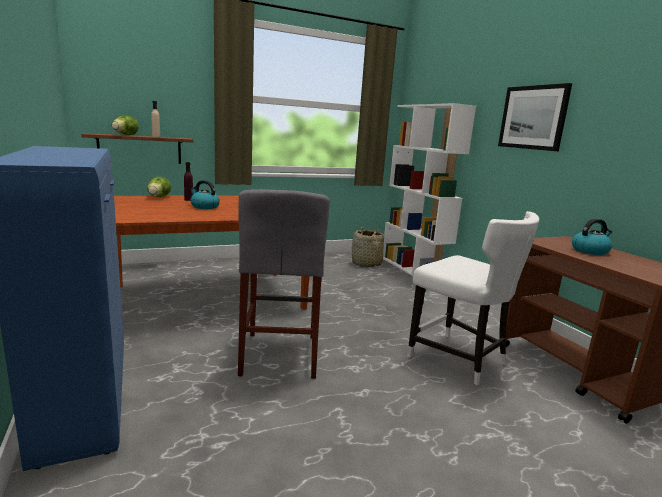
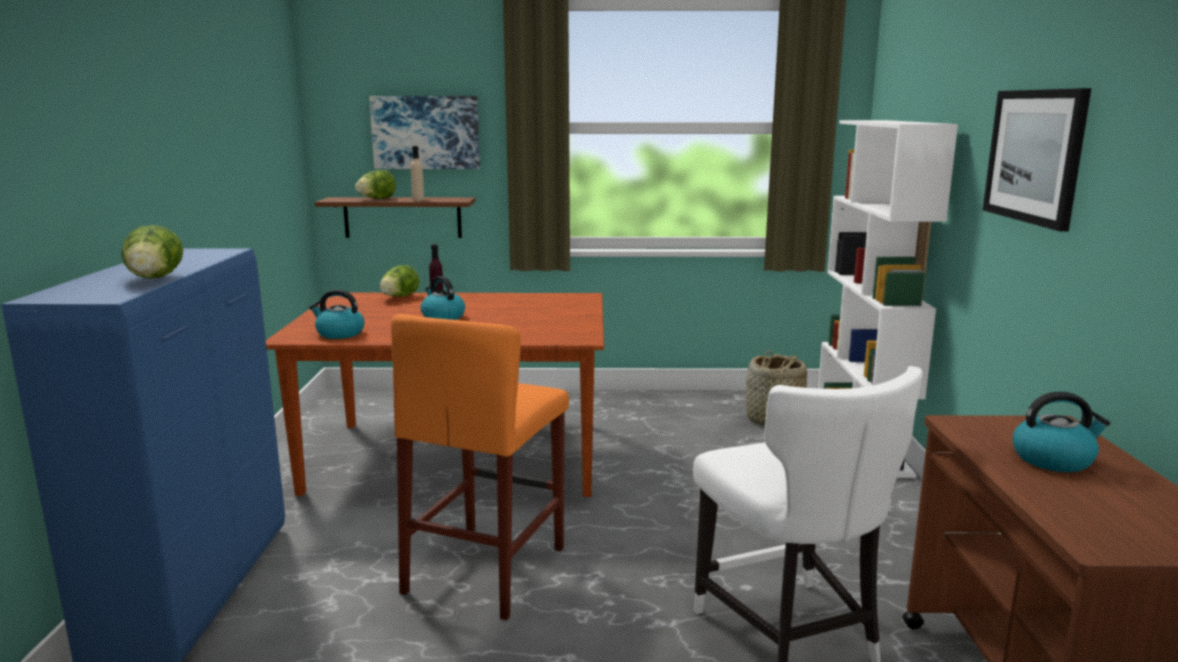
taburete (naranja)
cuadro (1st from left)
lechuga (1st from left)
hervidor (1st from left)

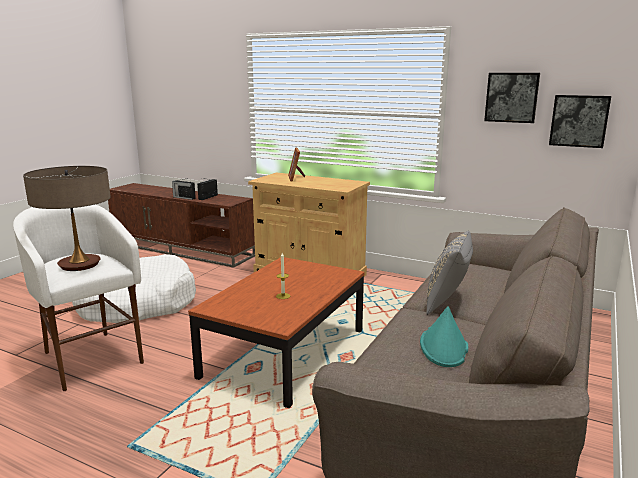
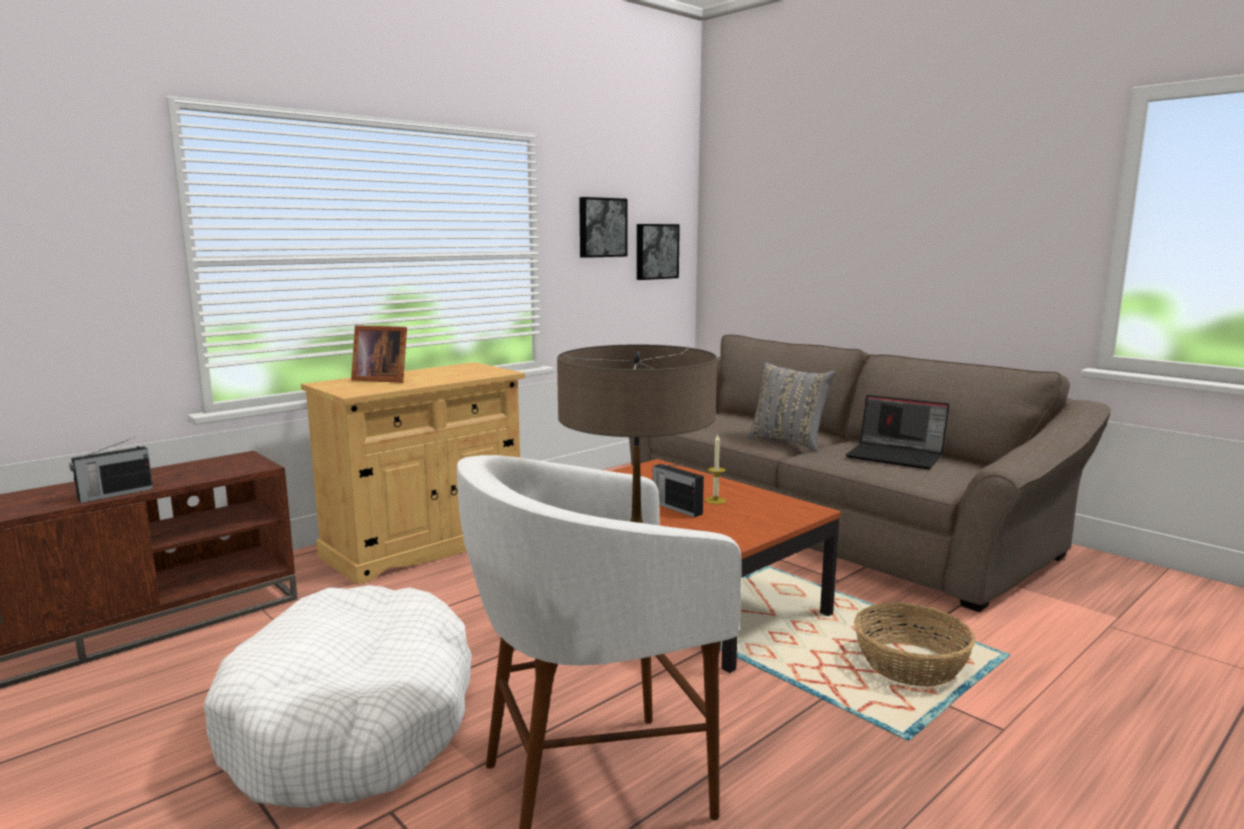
radio (2nd from left)
portátil
cesta

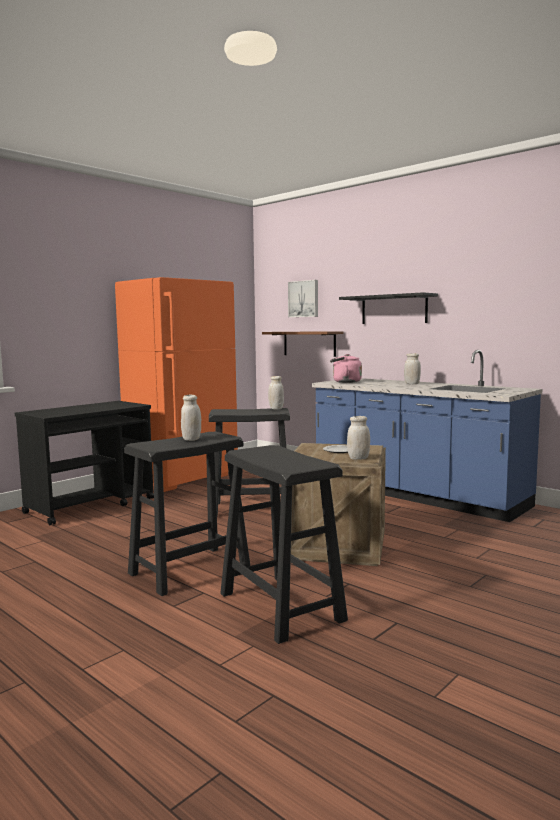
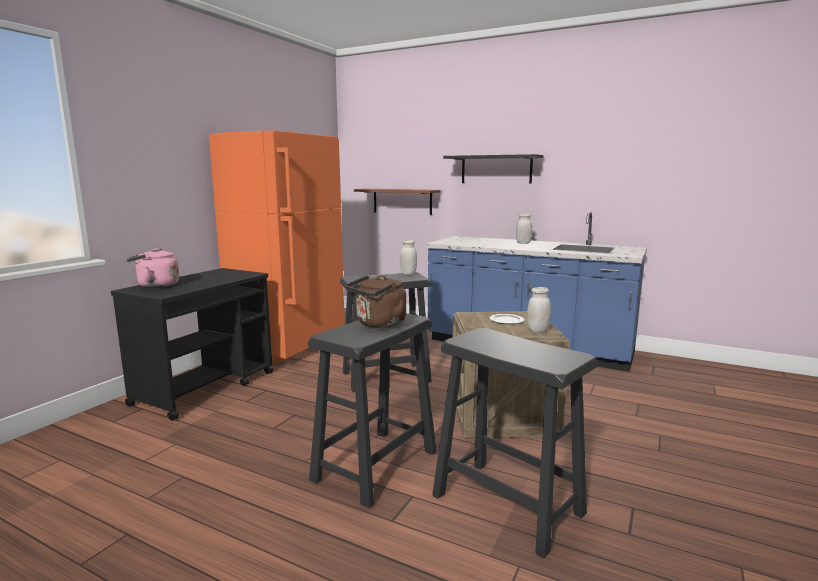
cuadro
hervidor (rosa)
hervidor (marrón)

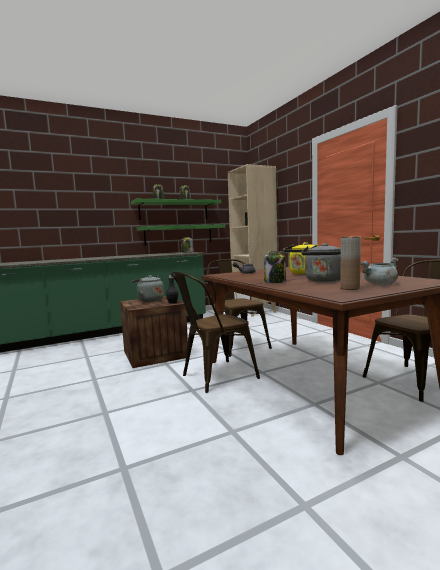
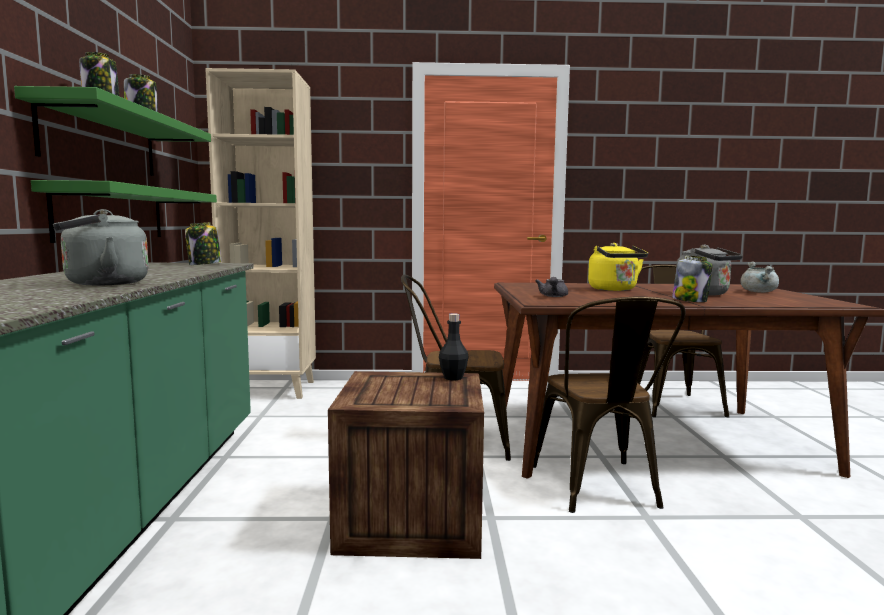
florero (marrón)
hervidor (gris) (1st from left)

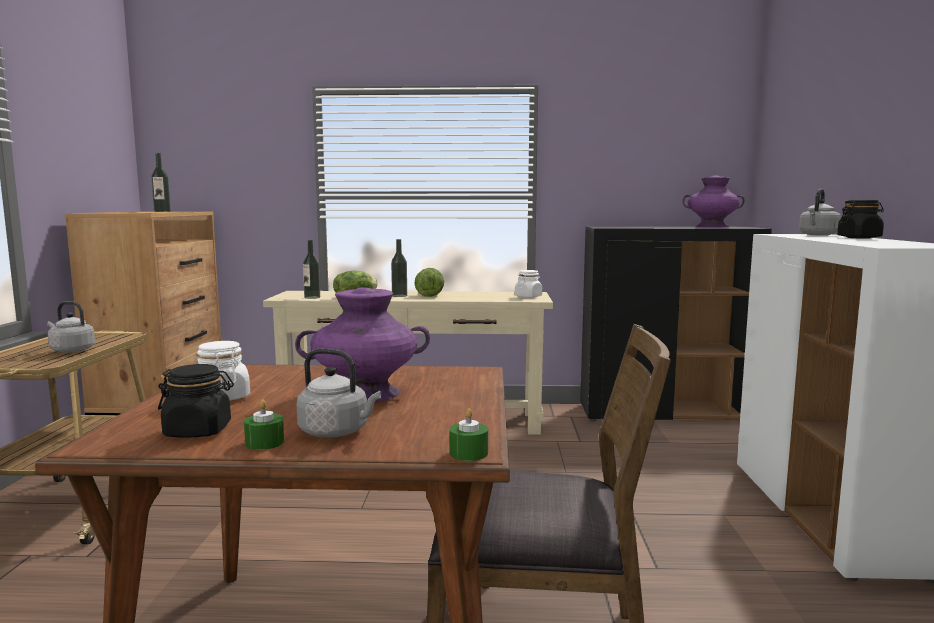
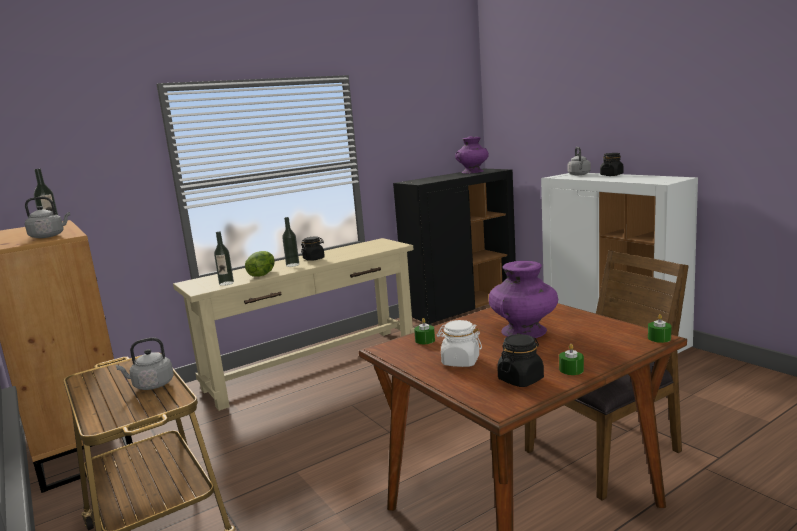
tarro (negro) (1st from left)
tarro (blanco) (2nd from left in the first image)
hervidor (gris) (1st from left)
vela (verde) (1st from left)

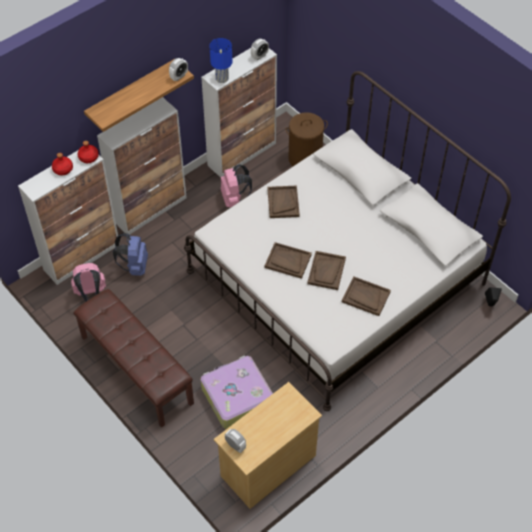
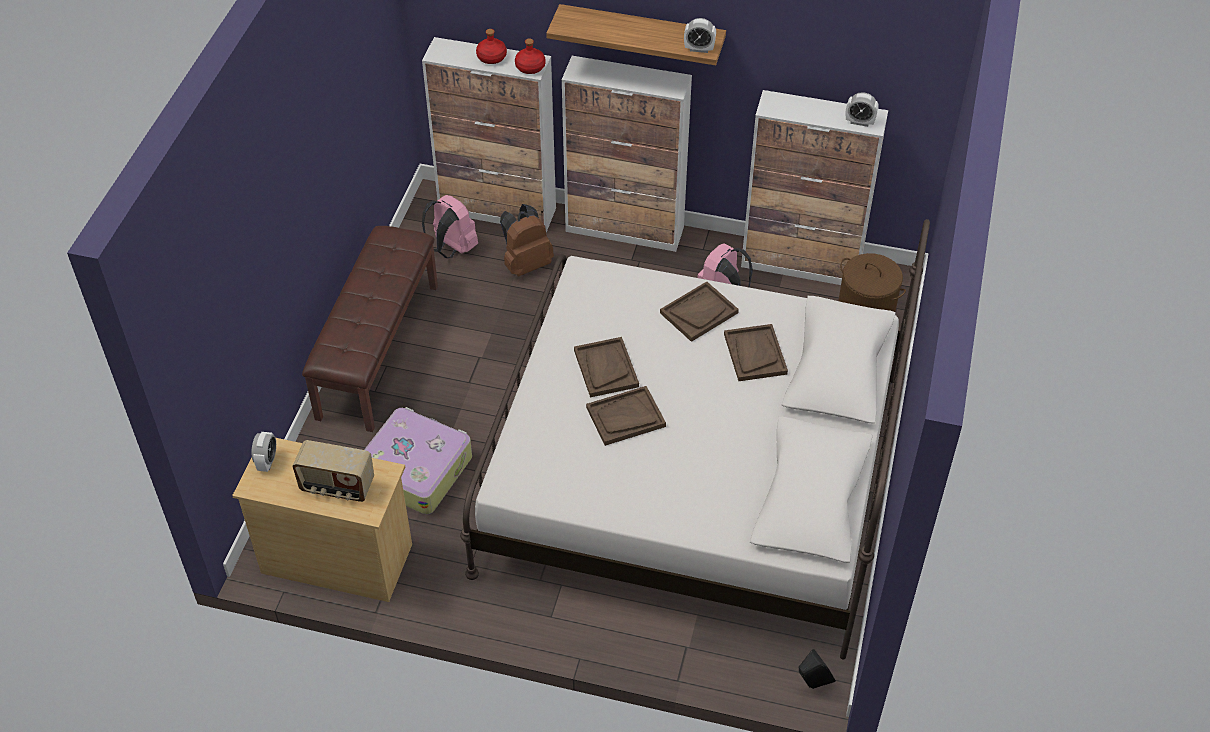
lámpara de mesa (azul)
mochila (marrón)
bandeja (marrón) (4th from left)
radio

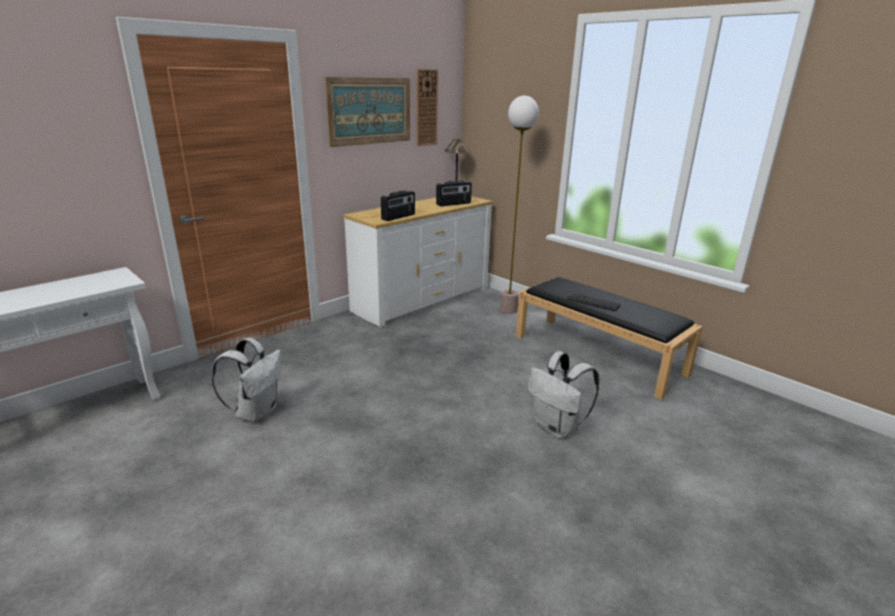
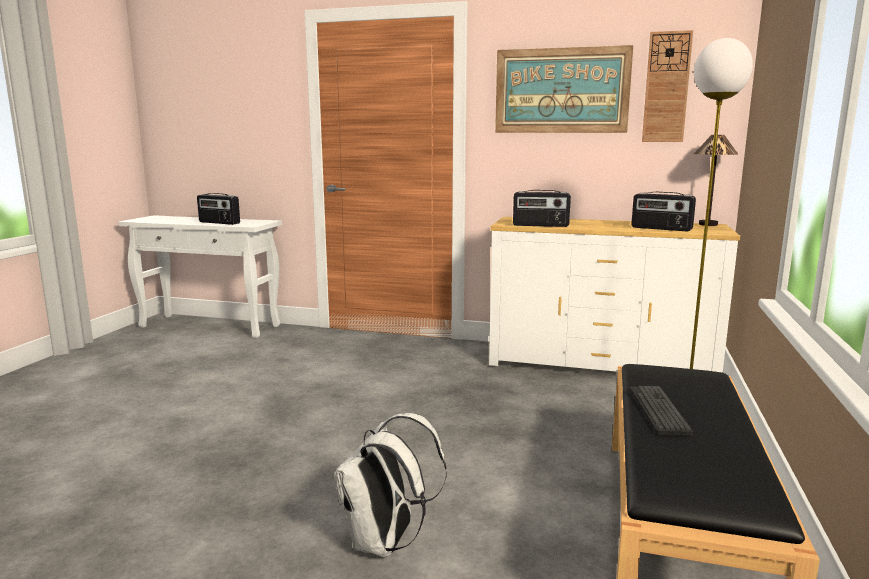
mochila (blanco) (1st from left in the first image)
radio (1st from left)

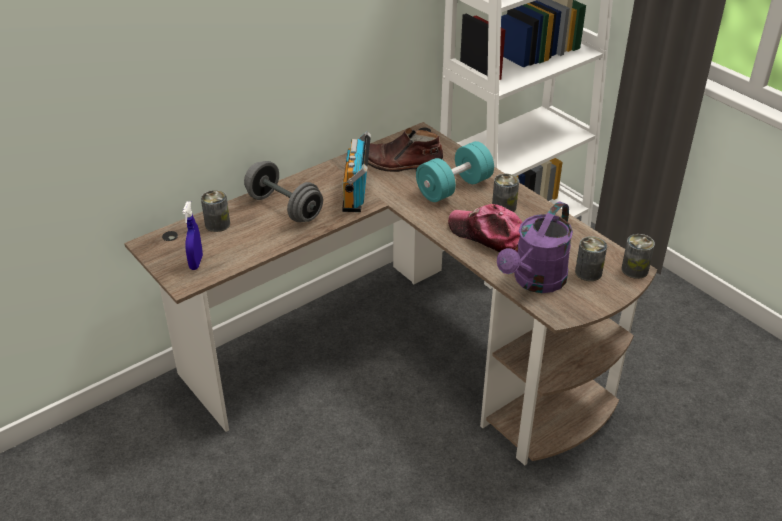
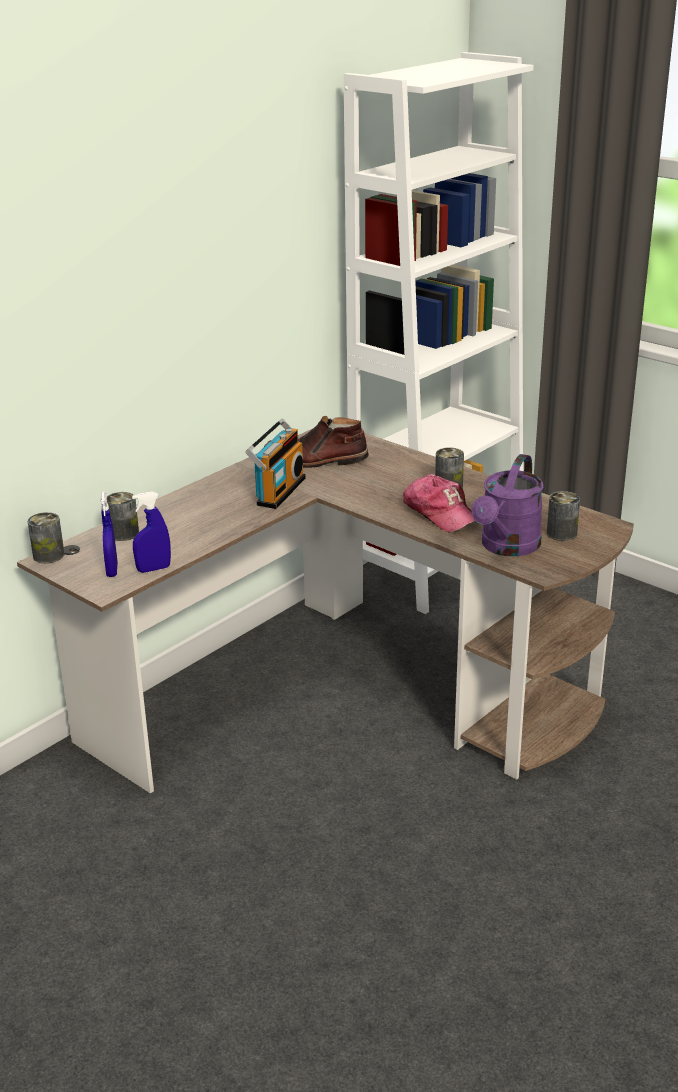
radio
mancuerna (turquesa)
mancuerna (gris)
gorra
lata (1st from left)
pulverizador (azul) (2nd from left)

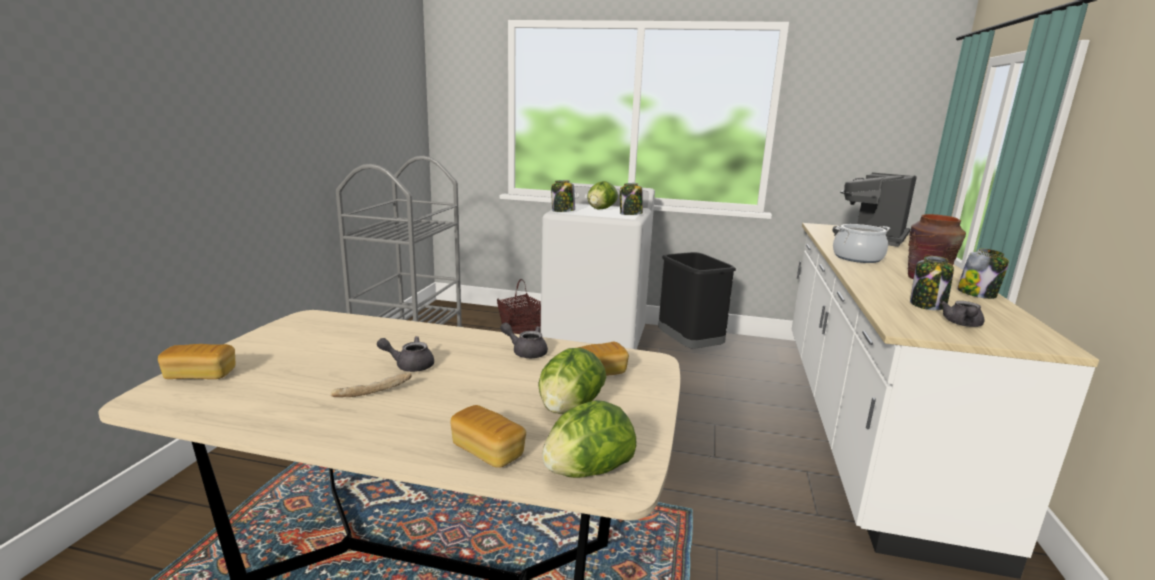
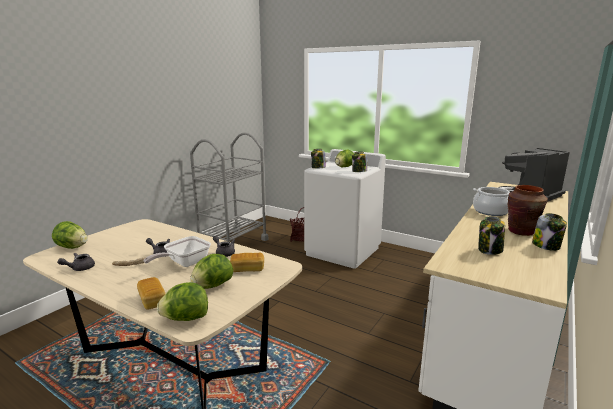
papelera (negro)
tetera (gris) (1st from left)
lechuga (1st from left)
sartén

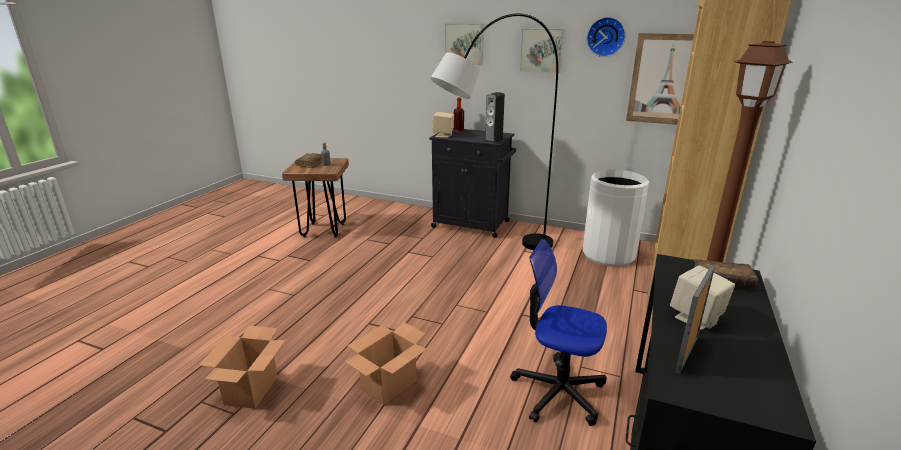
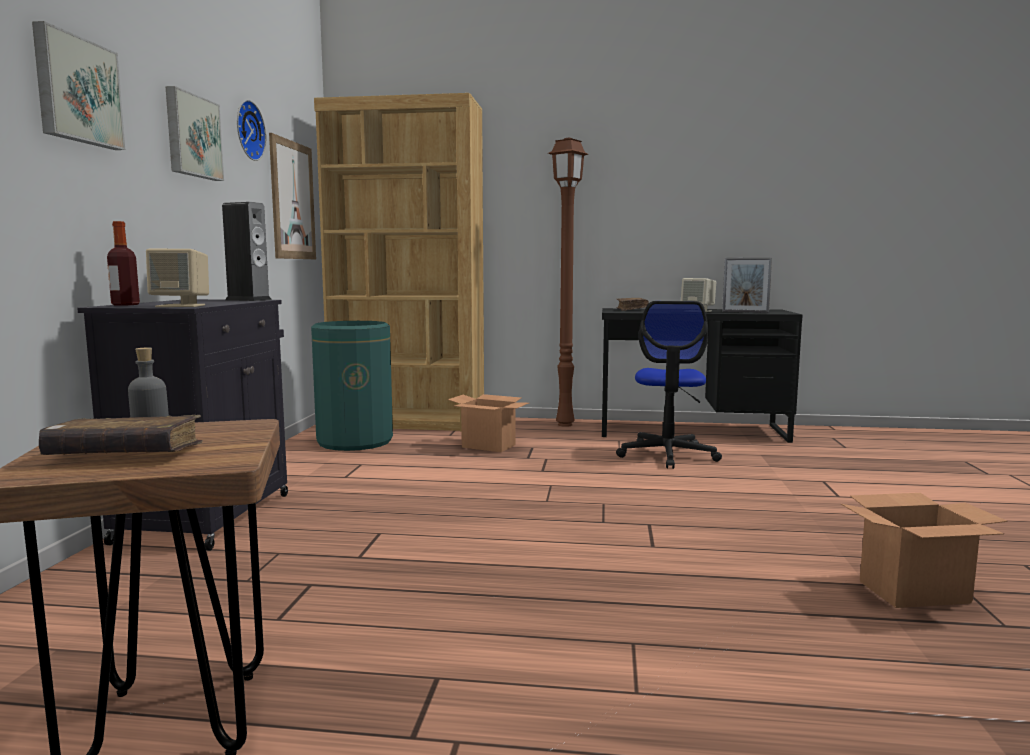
lámpara de pie (gris)
papelera (verde)
caja de cartón (1st from left)

